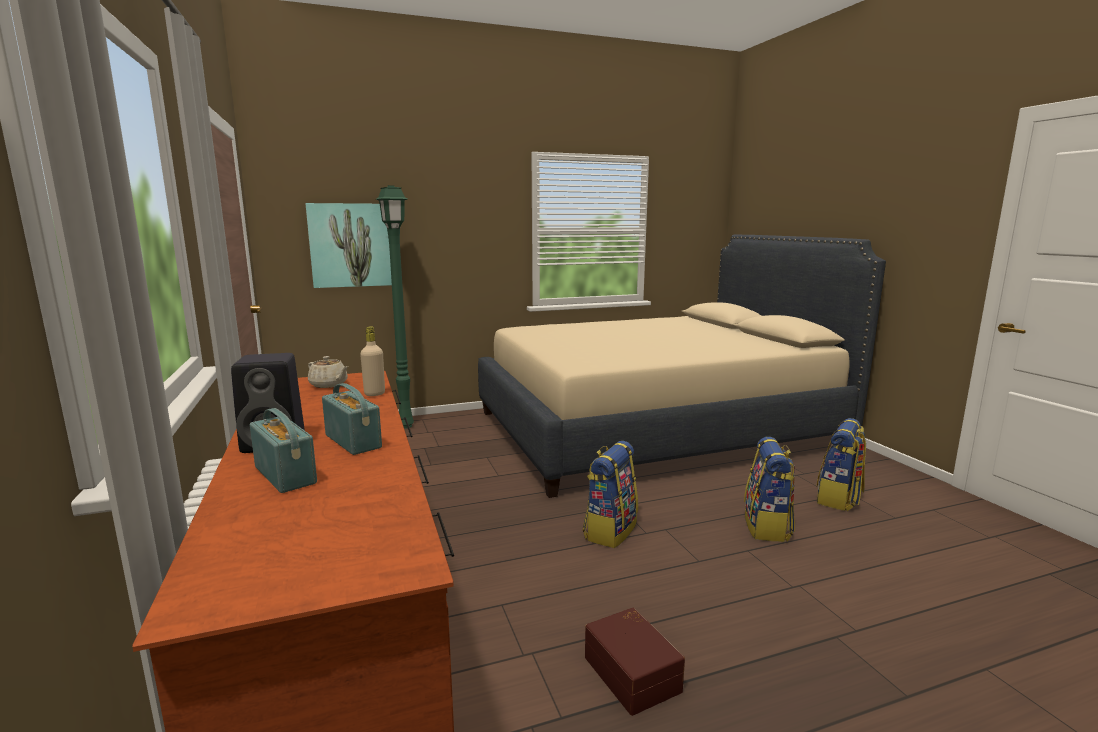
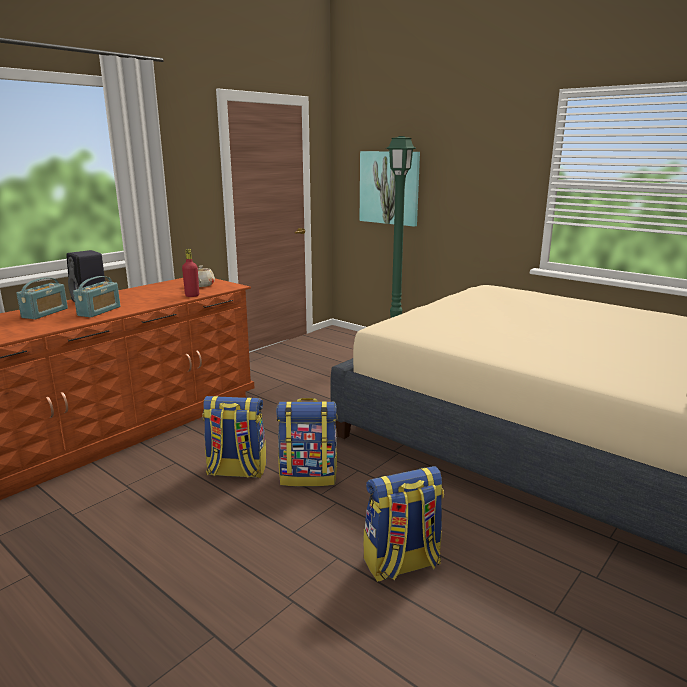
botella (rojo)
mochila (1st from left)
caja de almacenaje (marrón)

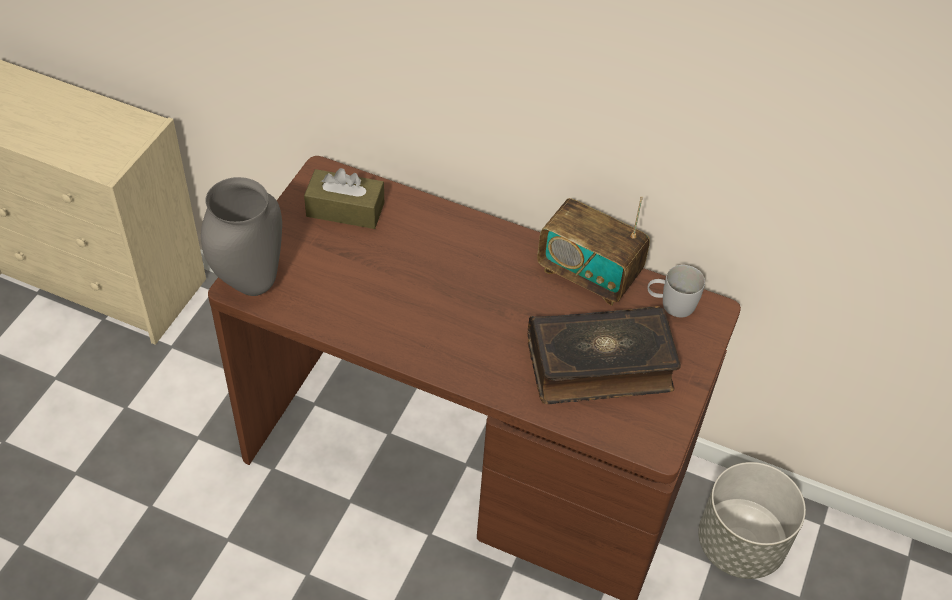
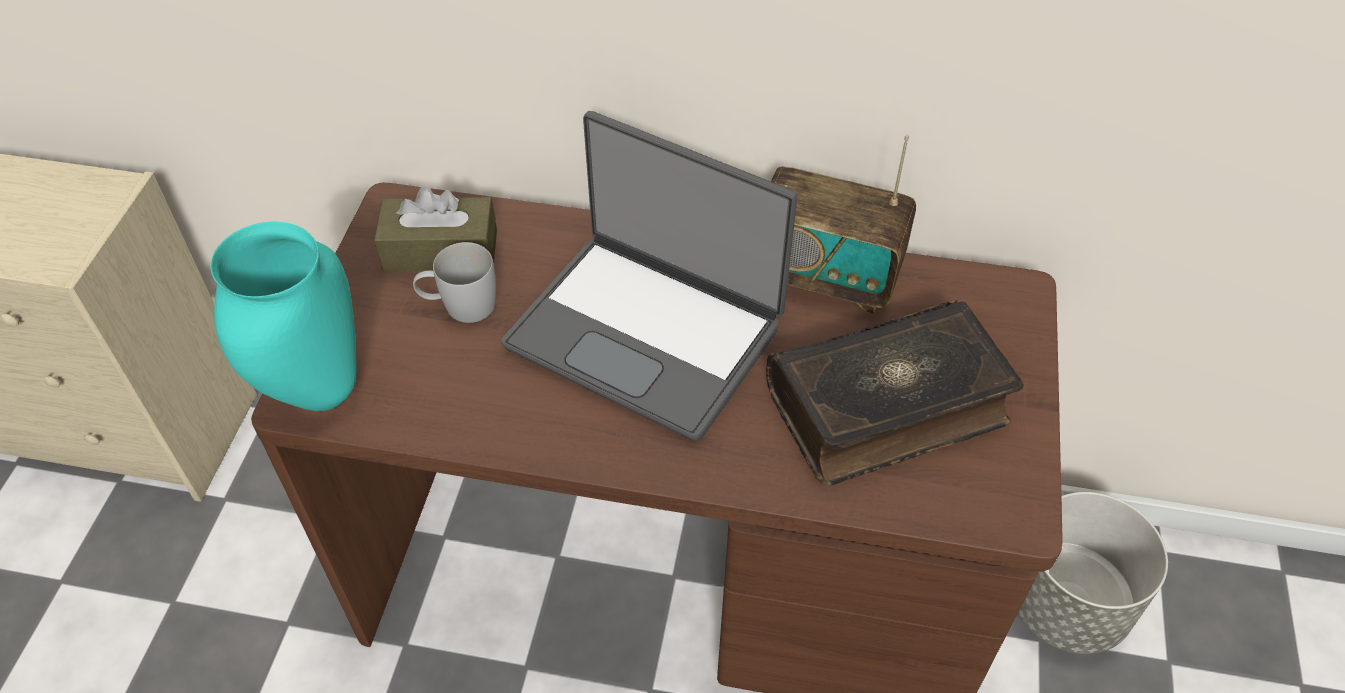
florero (turquesa)
taza grande (blanco)
portátil

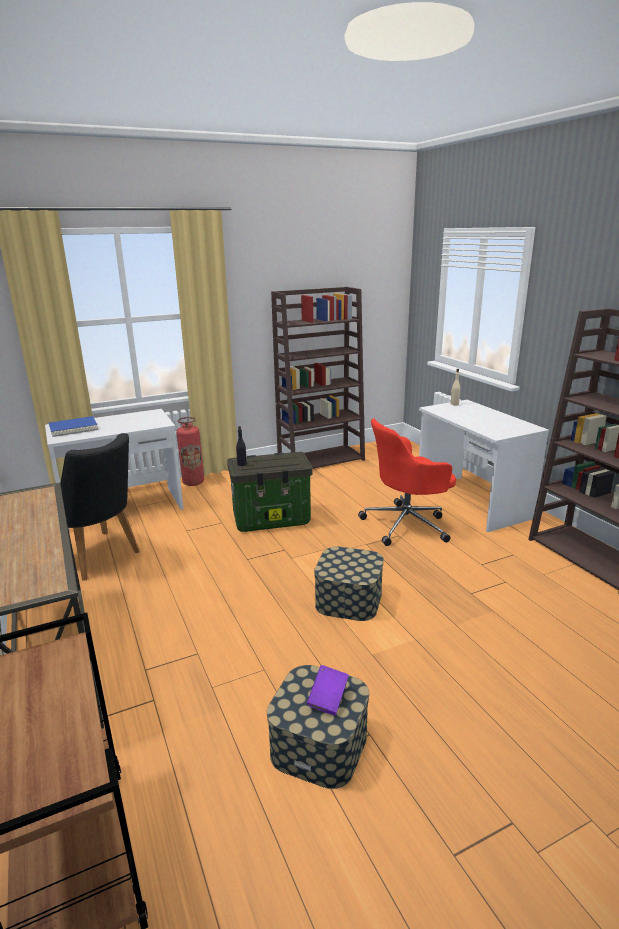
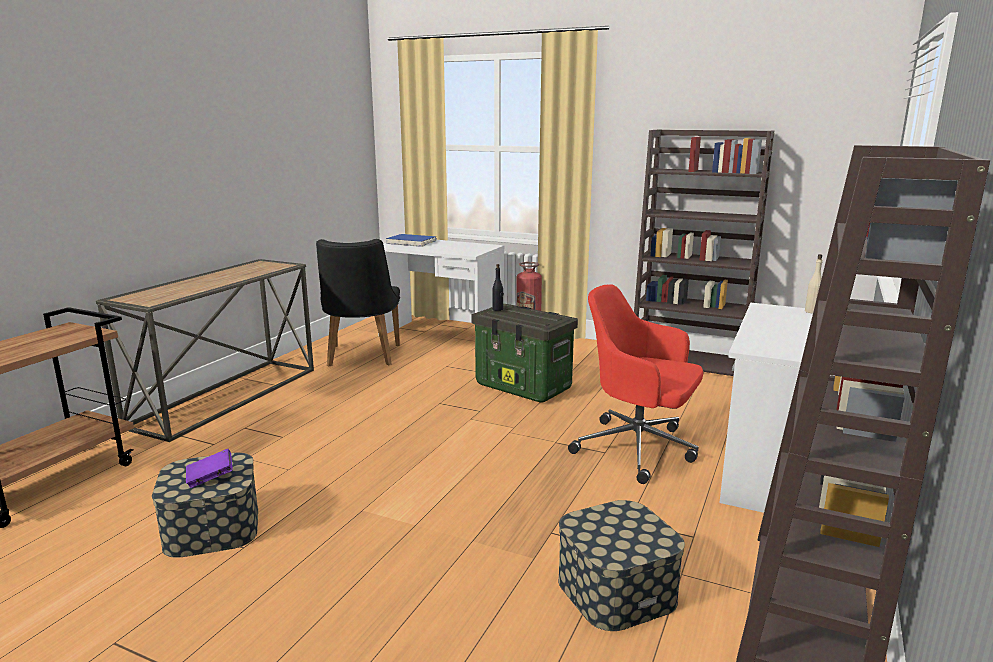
caja de almacenaje (3rd from left)

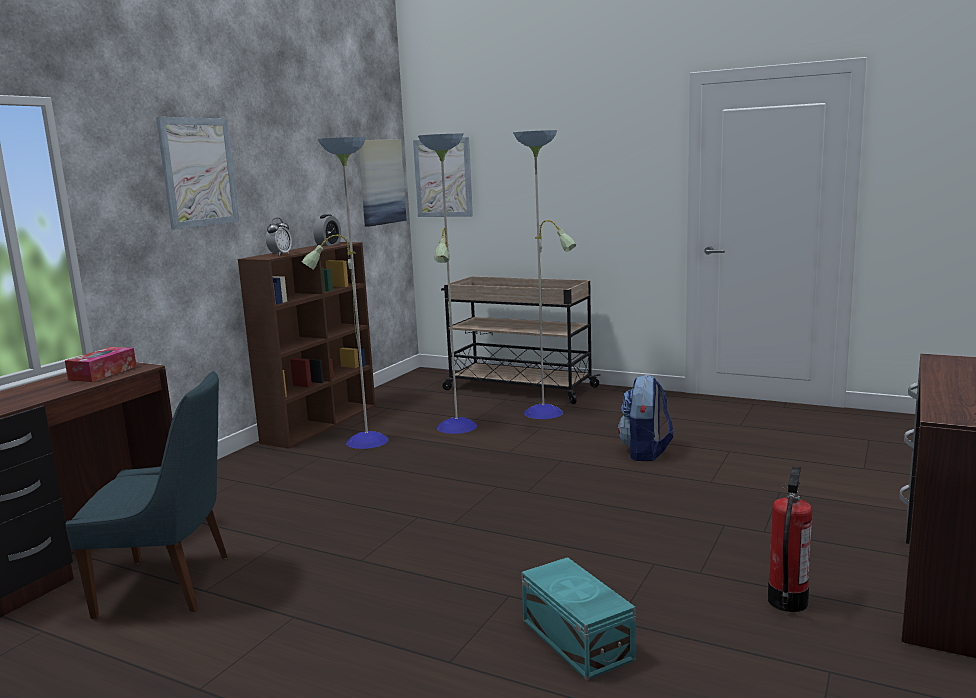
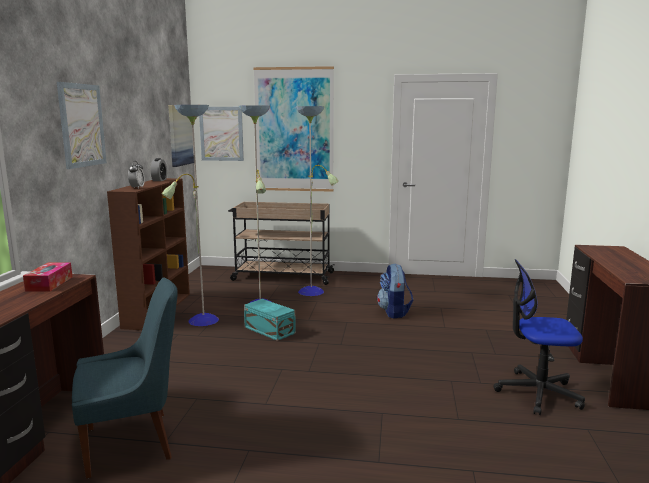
silla de oficina
caja de almacenaje (turquesa)
cuadro (4th from left)

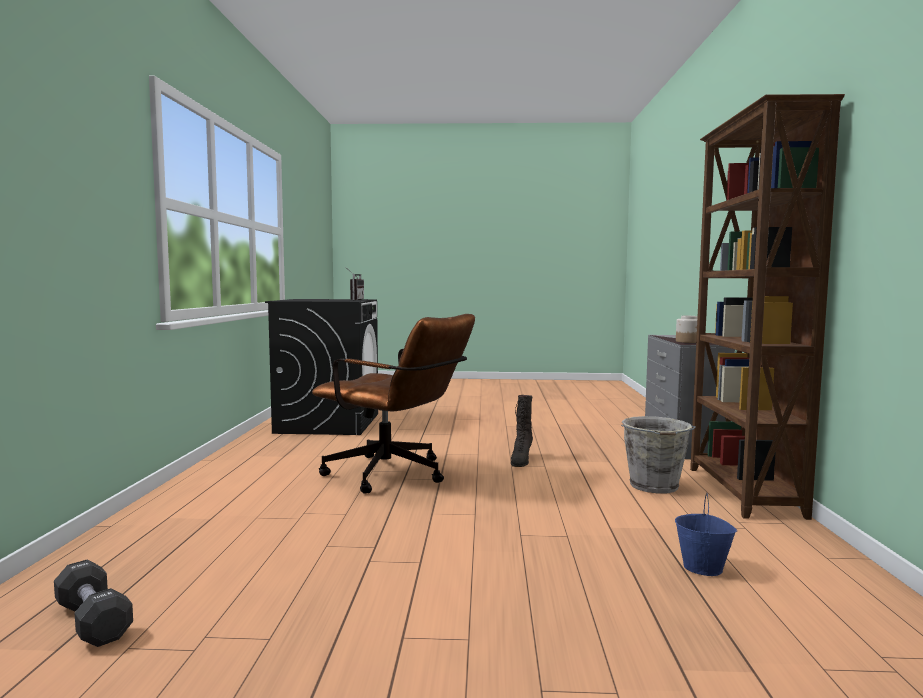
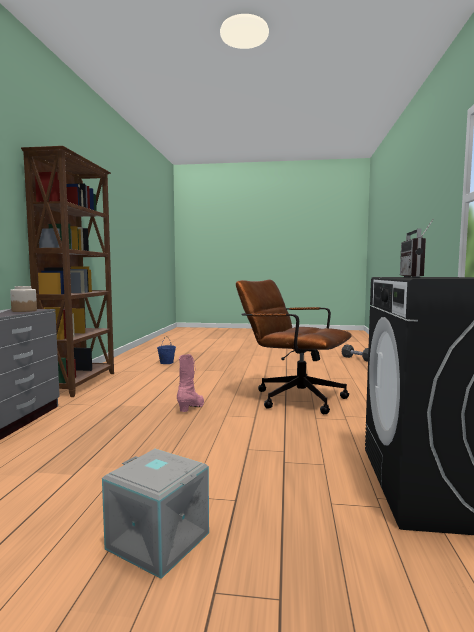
bota (rosa)
cubo (gris)
caja de almacenaje (gris)

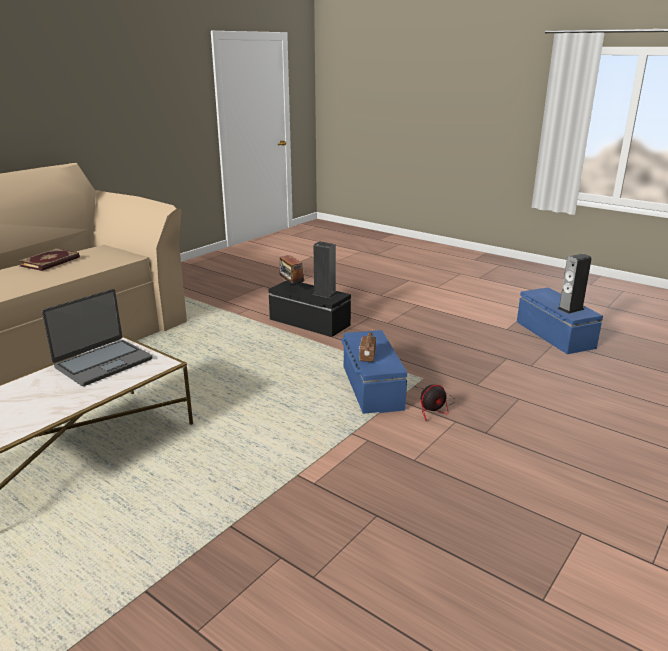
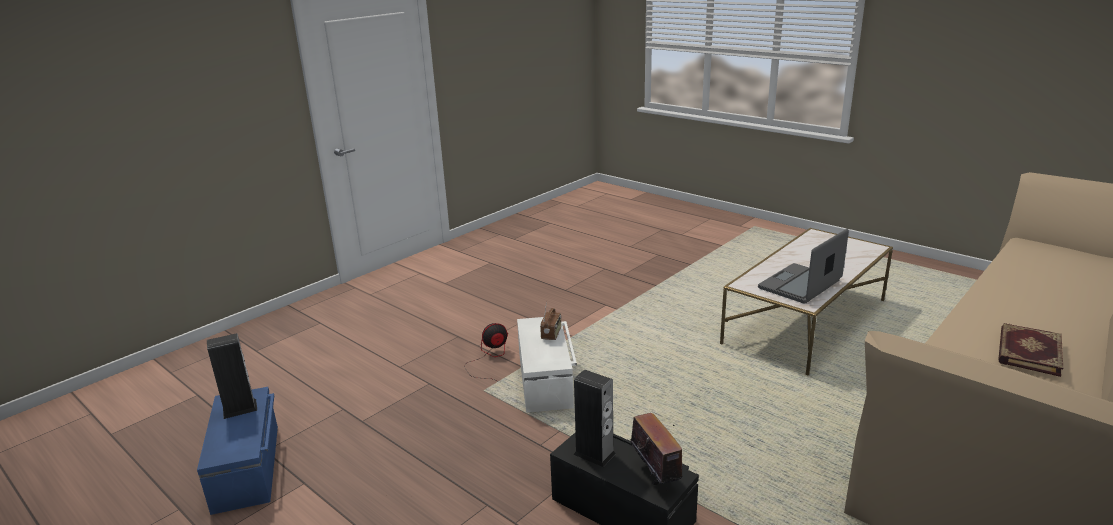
caja de almacenaje (blanco)

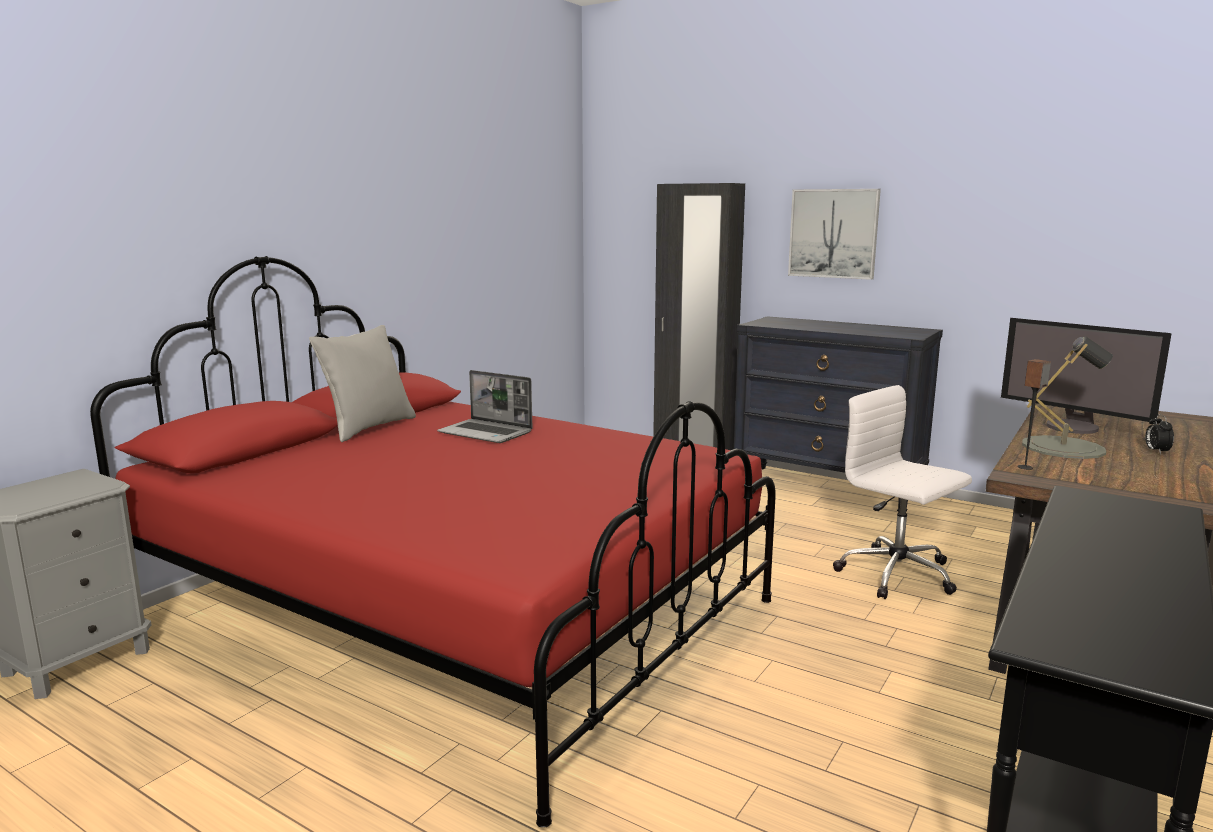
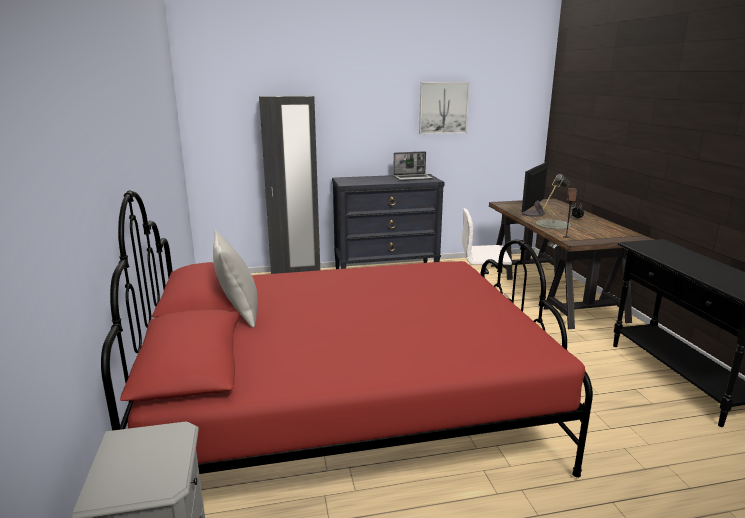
cuadro
monitor
portátil

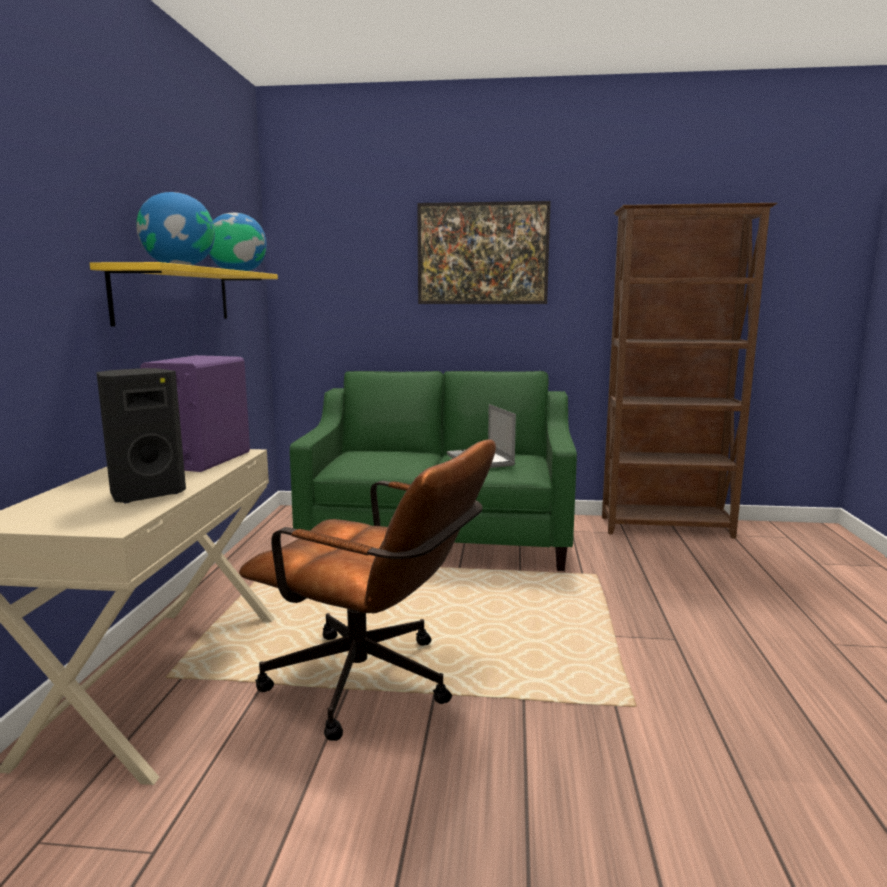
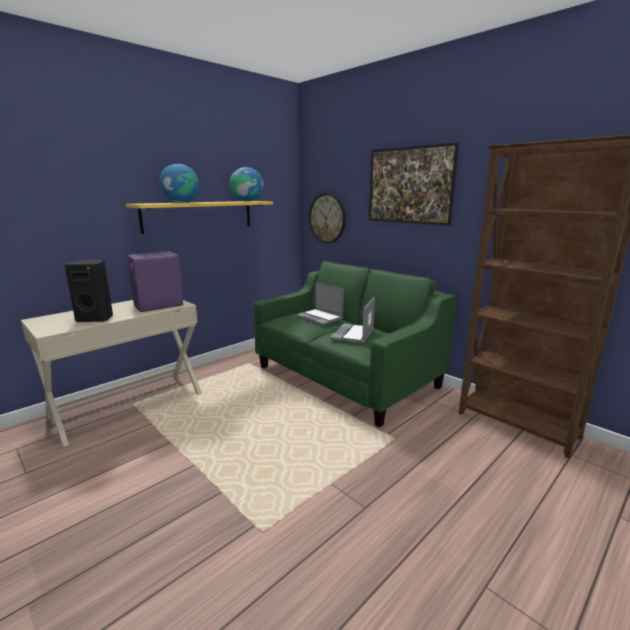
silla de oficina (marrón)
reloj de pared
portátil (1st from left)

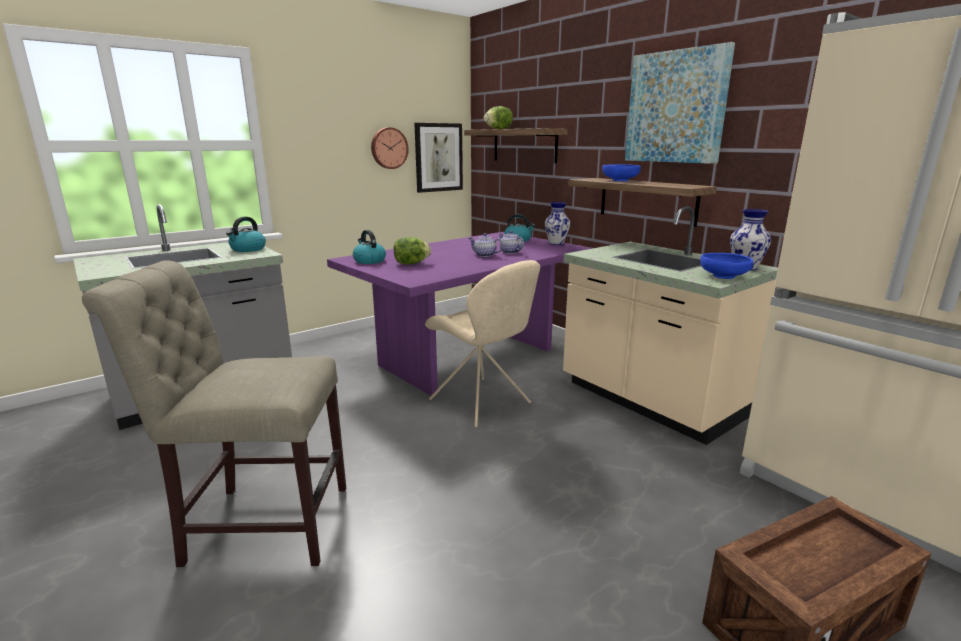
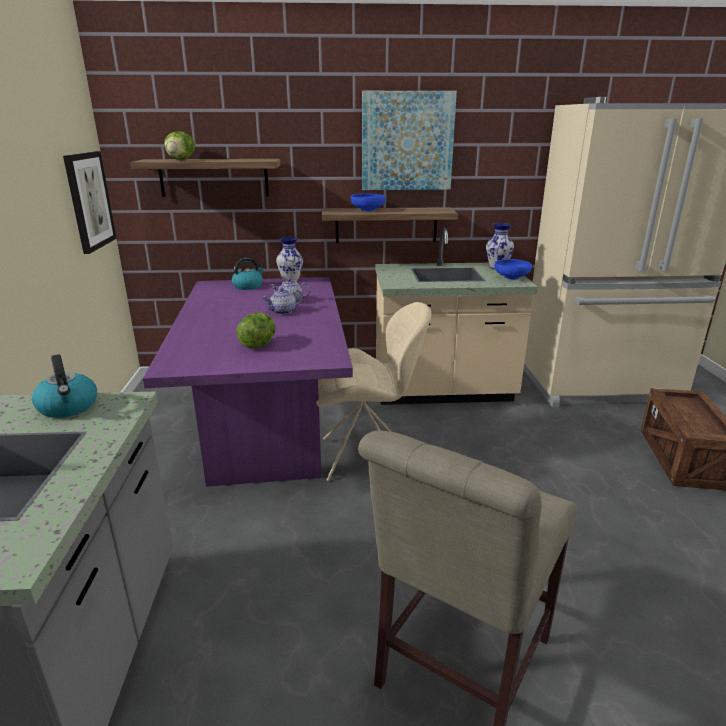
reloj de pared
hervidor (2nd from left in the first image)

